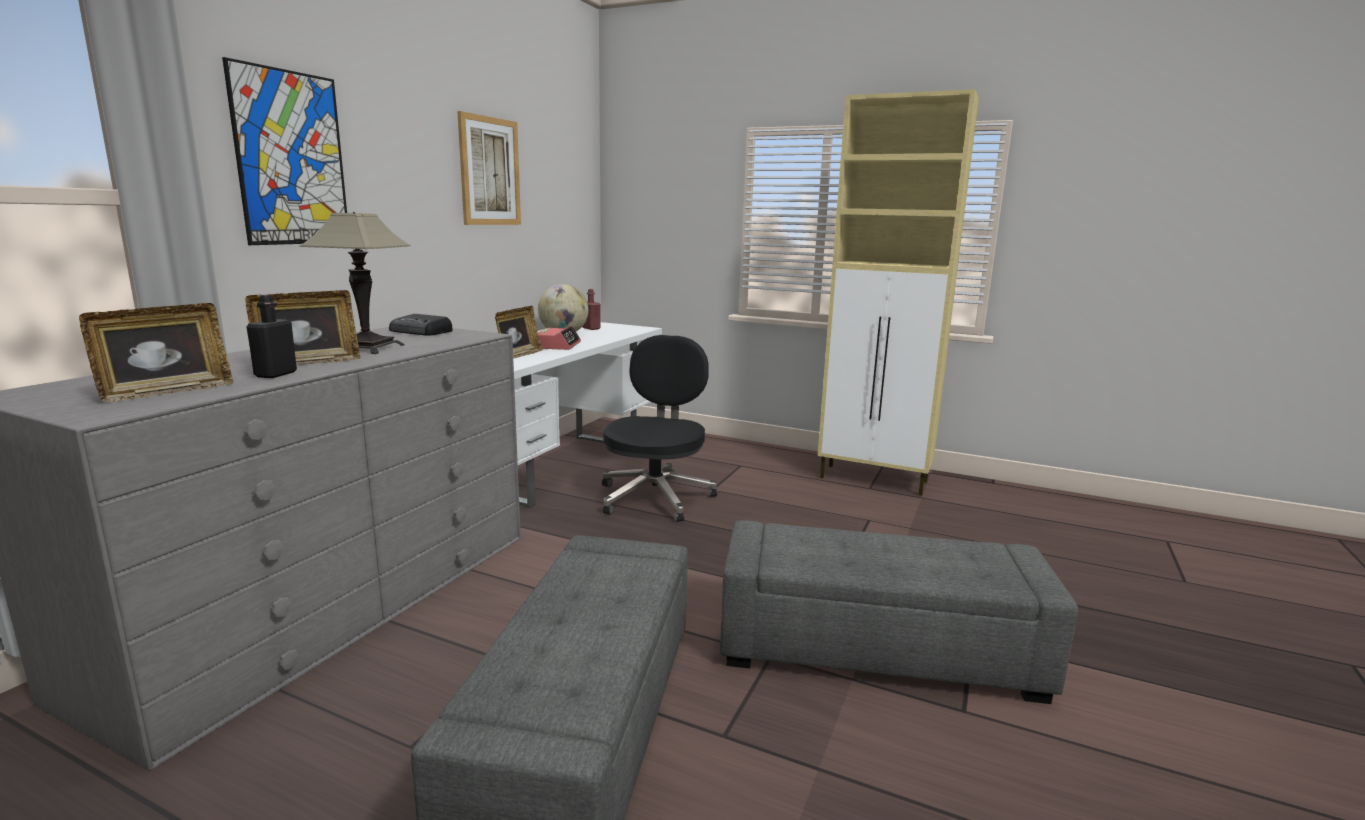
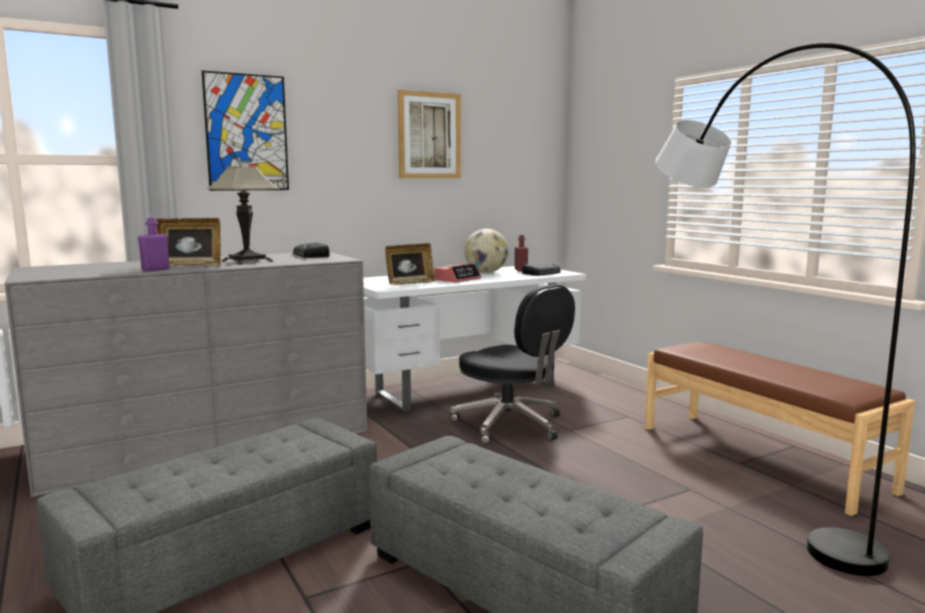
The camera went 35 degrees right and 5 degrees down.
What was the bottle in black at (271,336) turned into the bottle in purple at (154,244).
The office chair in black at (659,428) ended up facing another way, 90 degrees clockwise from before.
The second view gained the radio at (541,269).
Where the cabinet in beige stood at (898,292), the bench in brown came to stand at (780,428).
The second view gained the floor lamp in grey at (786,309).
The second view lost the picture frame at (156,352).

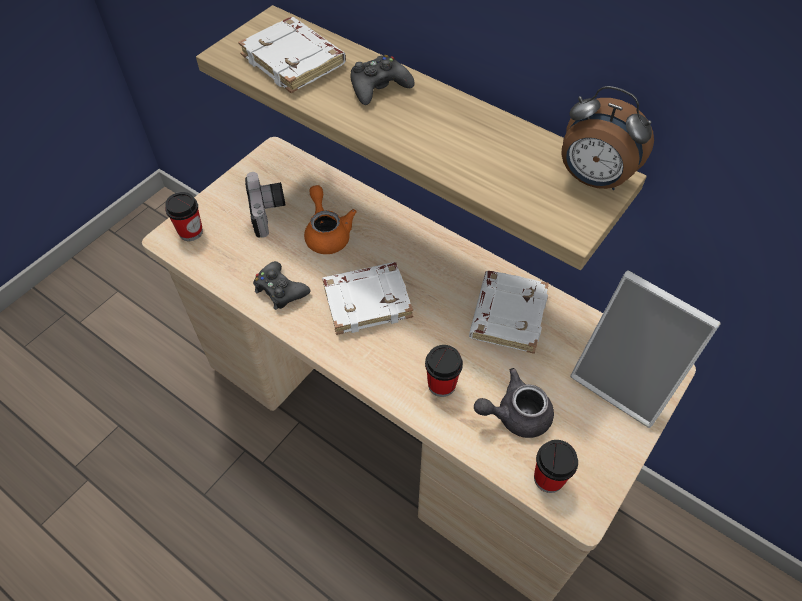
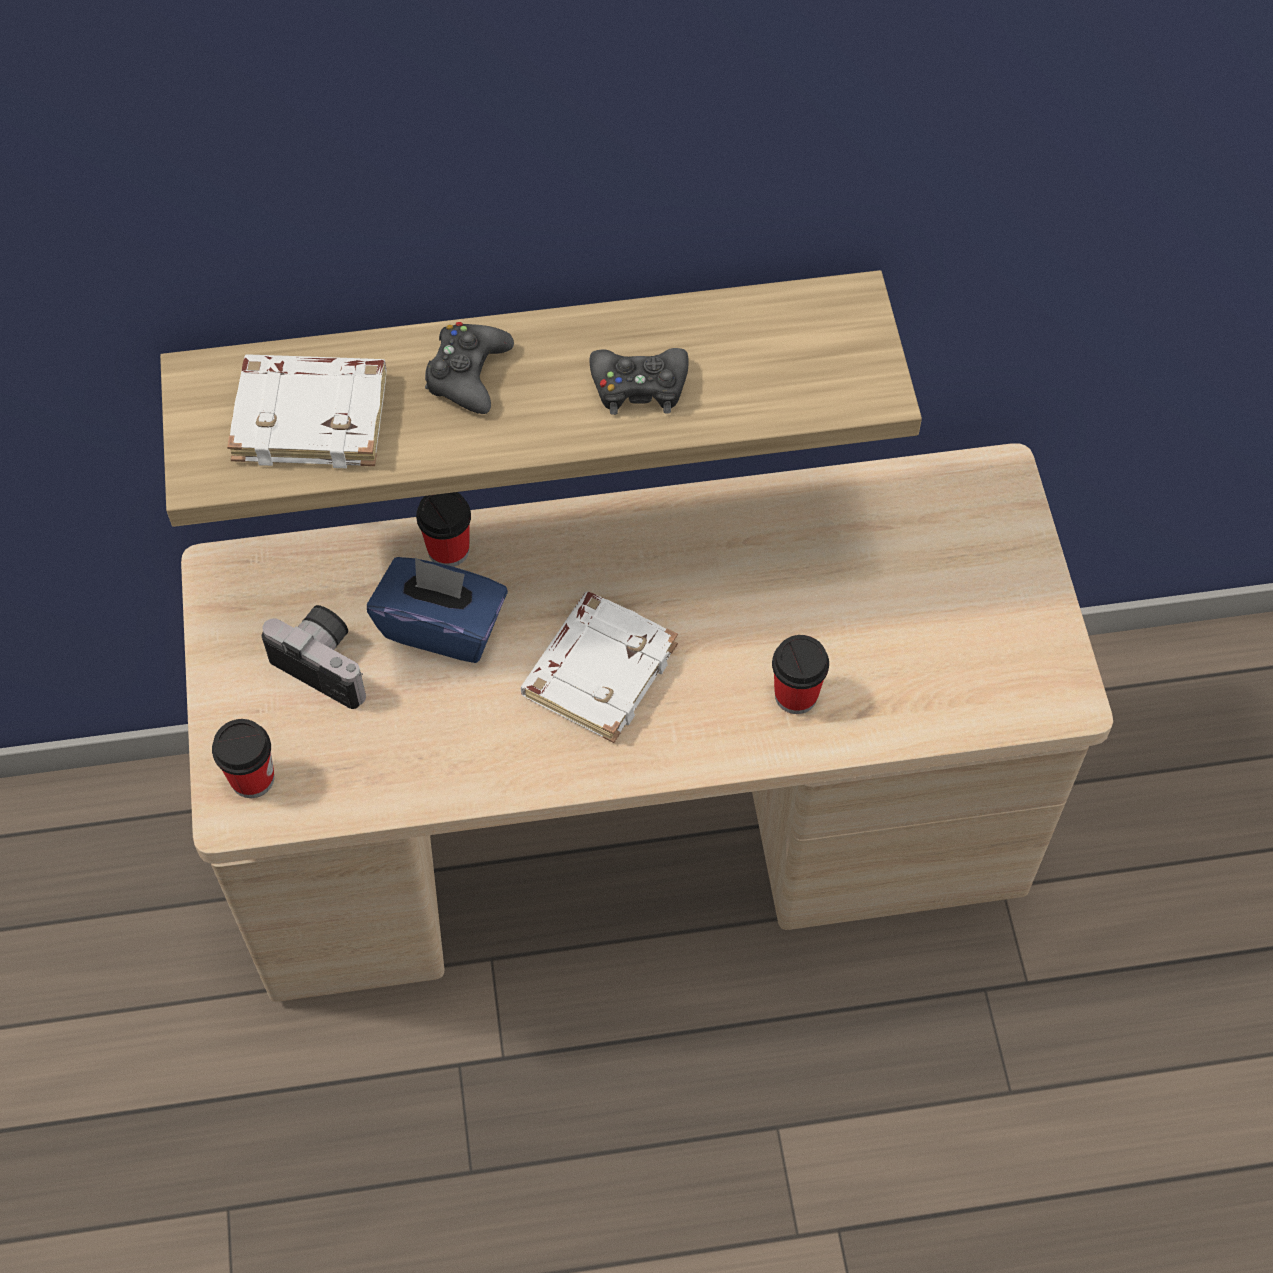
The camera went 45 degrees left and 5 degrees up.
Where the teapot in orange stood at (330,219), the tissue box in blue came to stand at (437,610).
The cup ended up elsewhere, having gone from (556,466) to (443,529).
The game controller in black ended up elsewhere, having gone from (281,285) to (639,381).
The second view lost the book in white at (509,312).
The second view lost the teapot in grey at (514,403).
The second view lost the alarm clock at (607,138).
The second view lost the picture frame at (645,349).

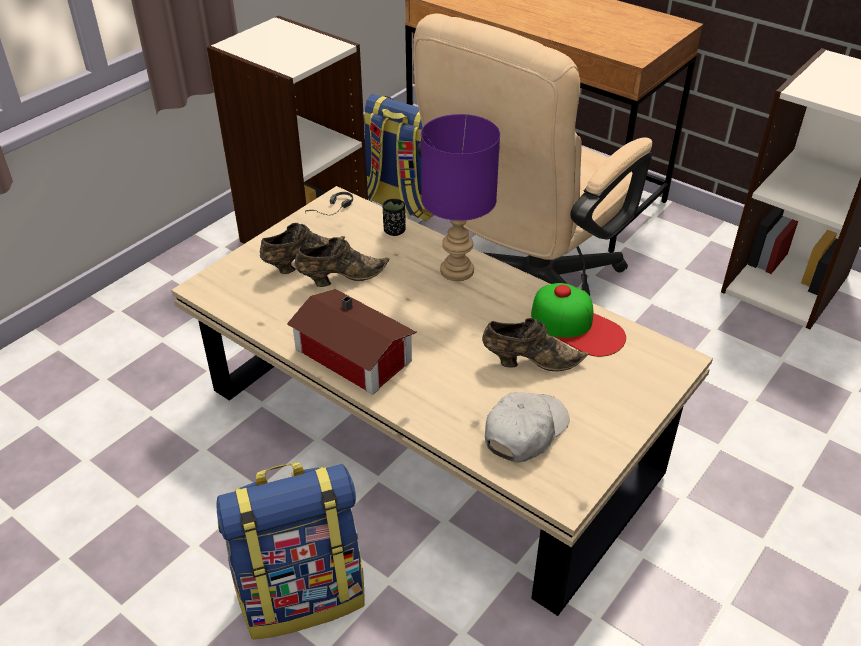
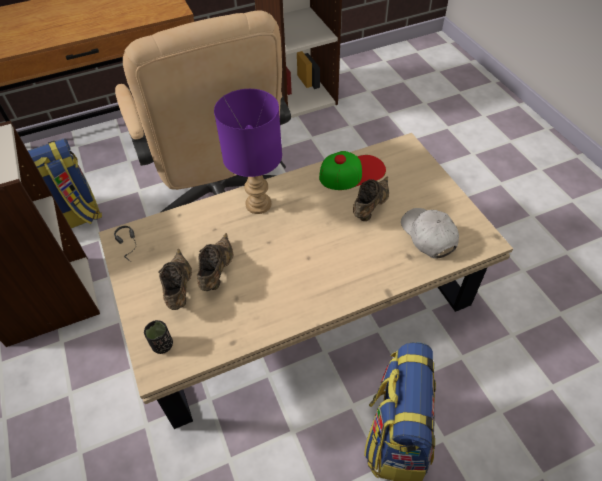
The camera went 60 degrees left and 10 degrees up.
The cup in black ended up elsewhere, having gone from (394,217) to (158,337).
The second view lost the toy house at (351,342).

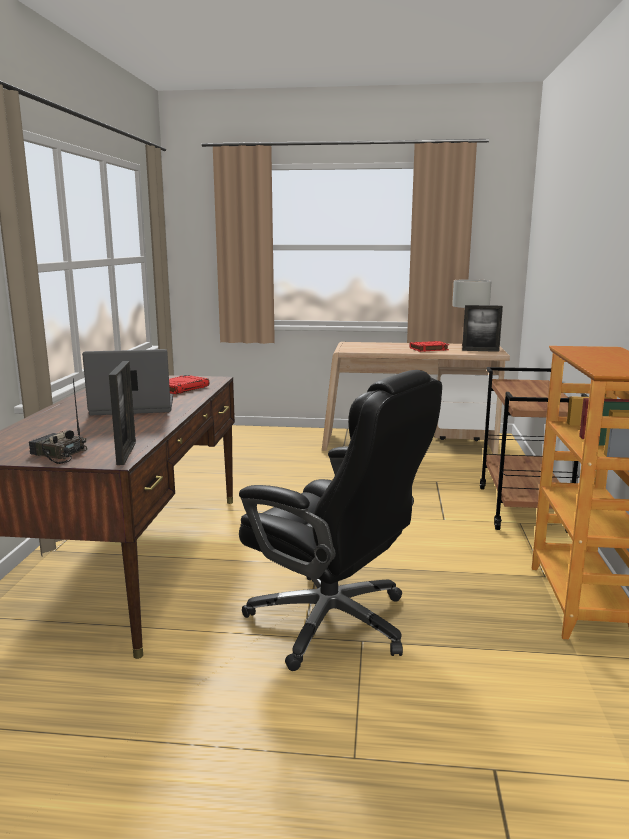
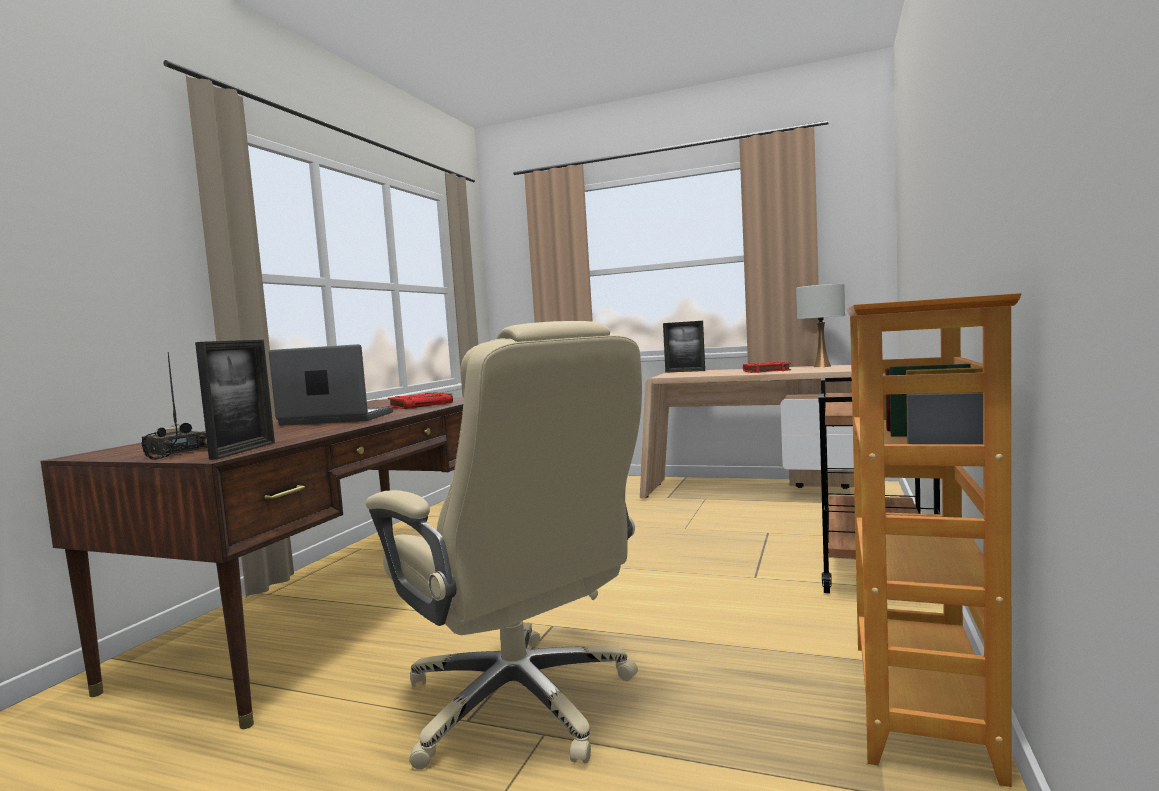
The camera went 15 degrees right and 10 degrees down.
What was the office chair in black at (340,520) turned into the office chair in beige at (504,545).
The picture frame ended up elsewhere, having gone from (482,328) to (684,347).

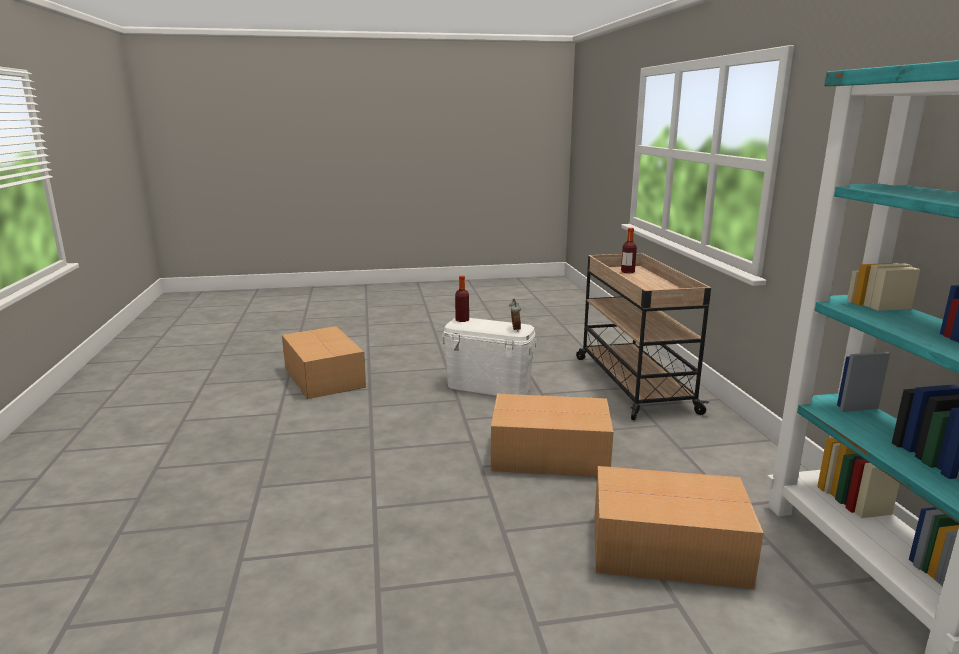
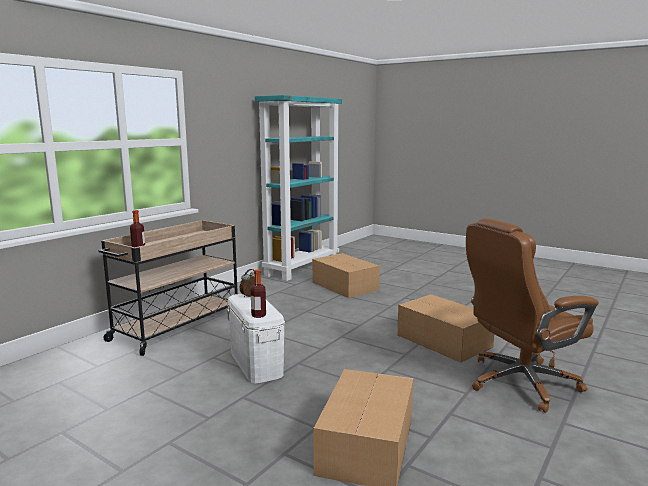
The camera went 135 degrees left and 5 degrees down.
The cardboard box ended up elsewhere, having gone from (552,435) to (445,328).
The second view gained the office chair in brown at (532,315).

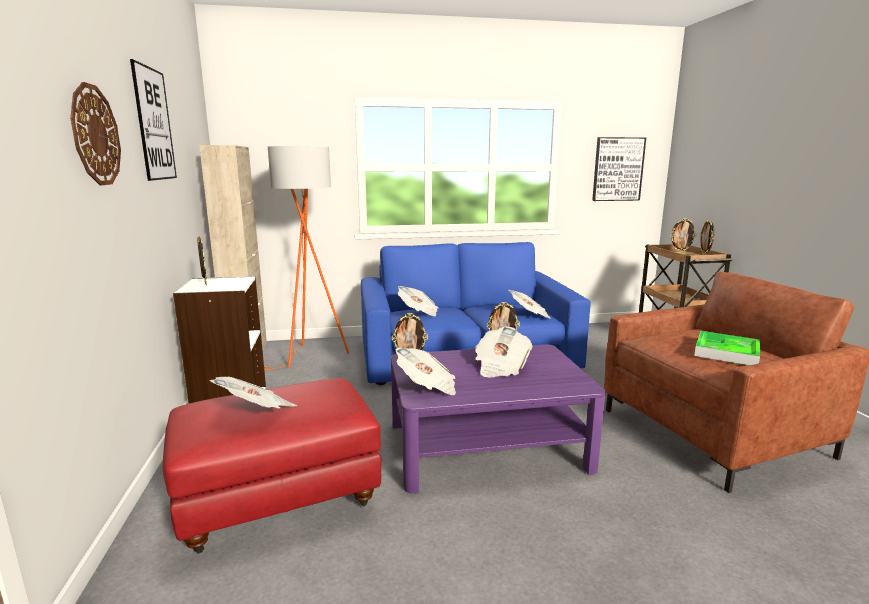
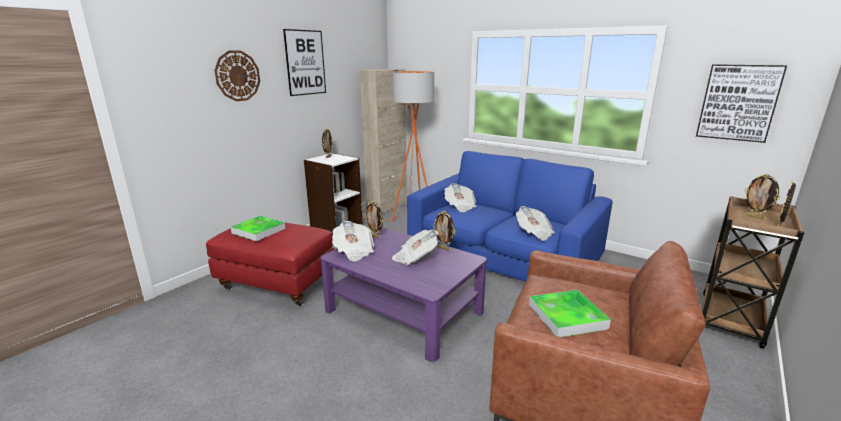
The camera went 45 degrees right and 5 degrees up.
Where the newspaper stood at (253,392), the tray came to stand at (258,228).

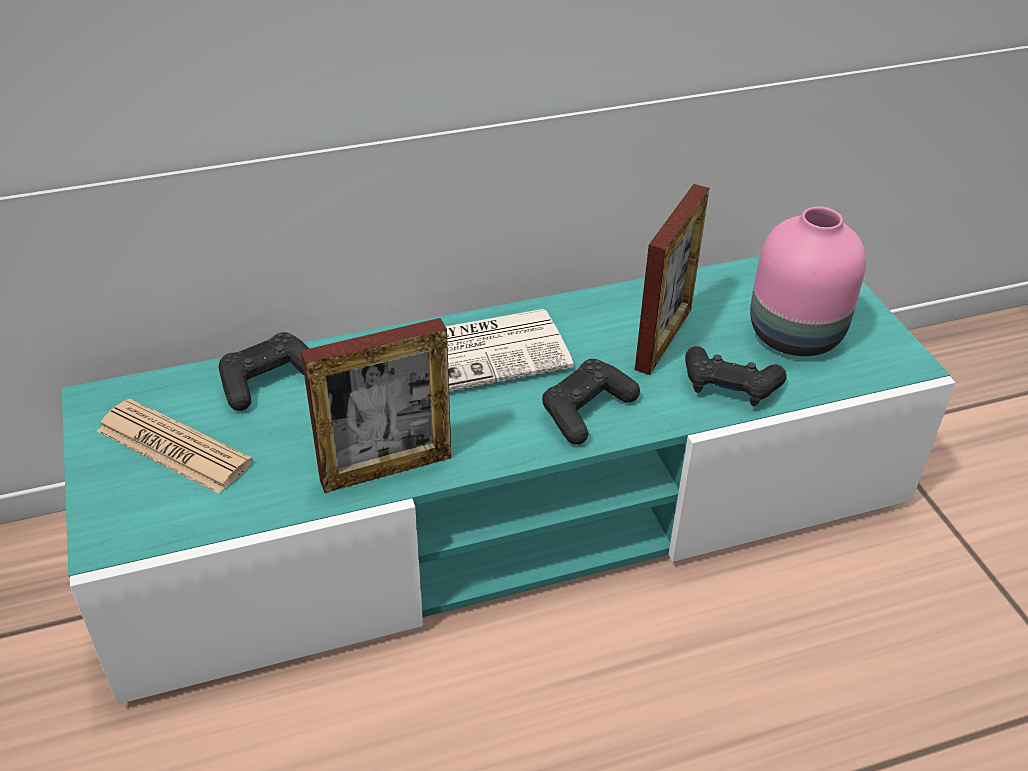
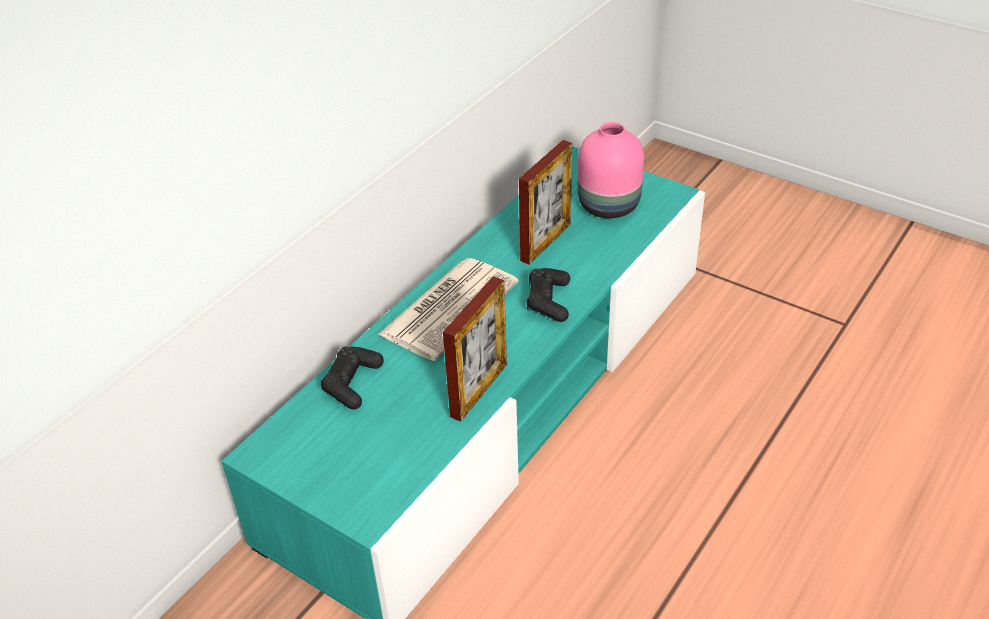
The camera went 35 degrees left and 0 degrees up.
The picture frame at (672,279) ended up facing another way, 45 degrees clockwise from before.
The second view lost the newspaper at (174,446).
The second view lost the game controller in black at (735,376).

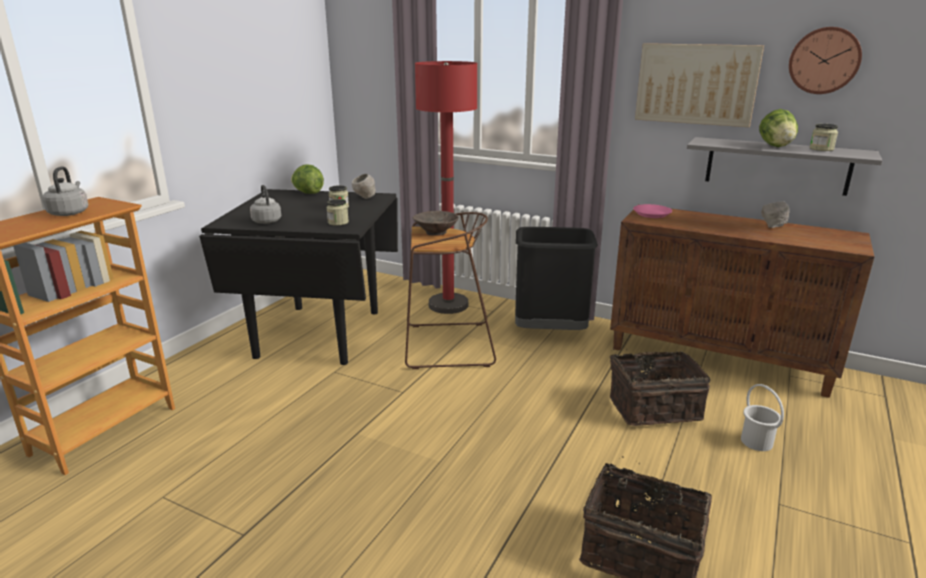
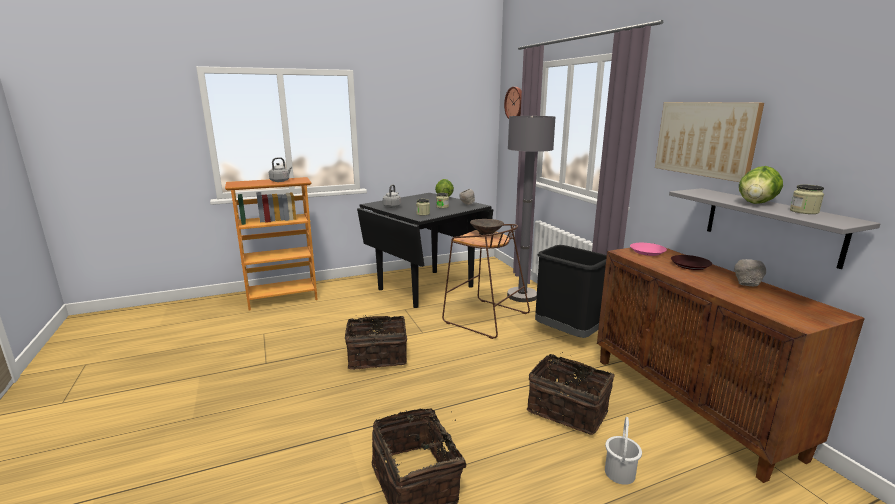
The camera went 40 degrees right and 5 degrees down.
The second view gained the basket at (376,343).
The wall clock ended up elsewhere, having gone from (825,60) to (513,103).
What was the floor lamp in red at (446,187) turned into the floor lamp in grey at (531,209).
The second view gained the plate in brown at (691,262).

